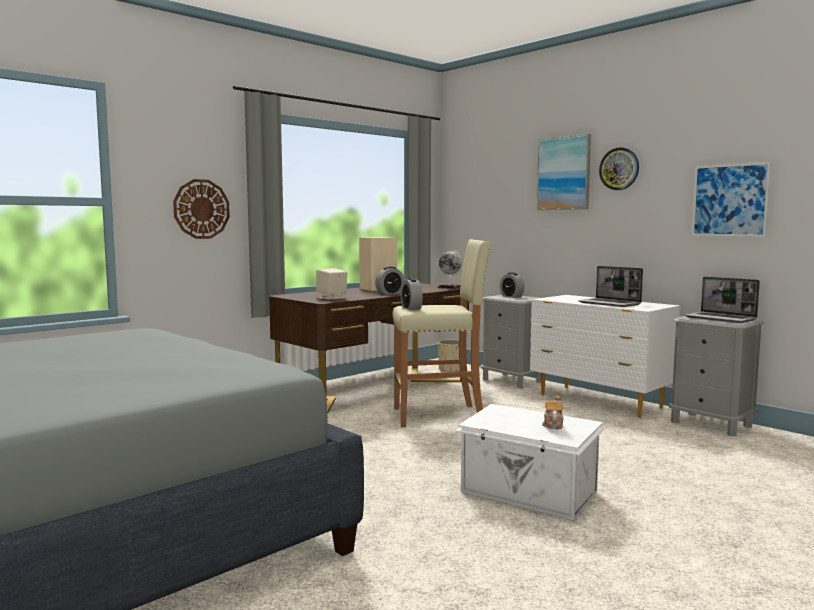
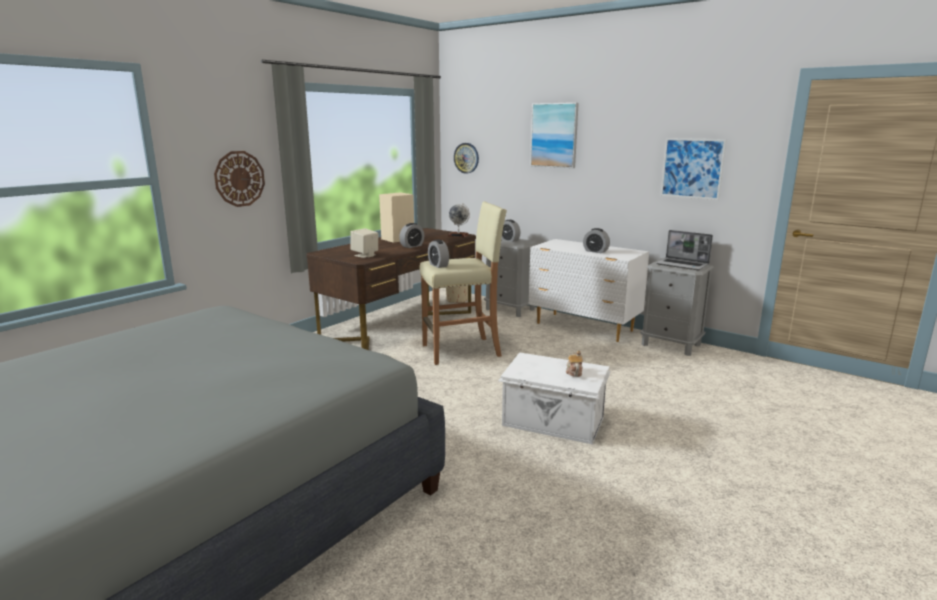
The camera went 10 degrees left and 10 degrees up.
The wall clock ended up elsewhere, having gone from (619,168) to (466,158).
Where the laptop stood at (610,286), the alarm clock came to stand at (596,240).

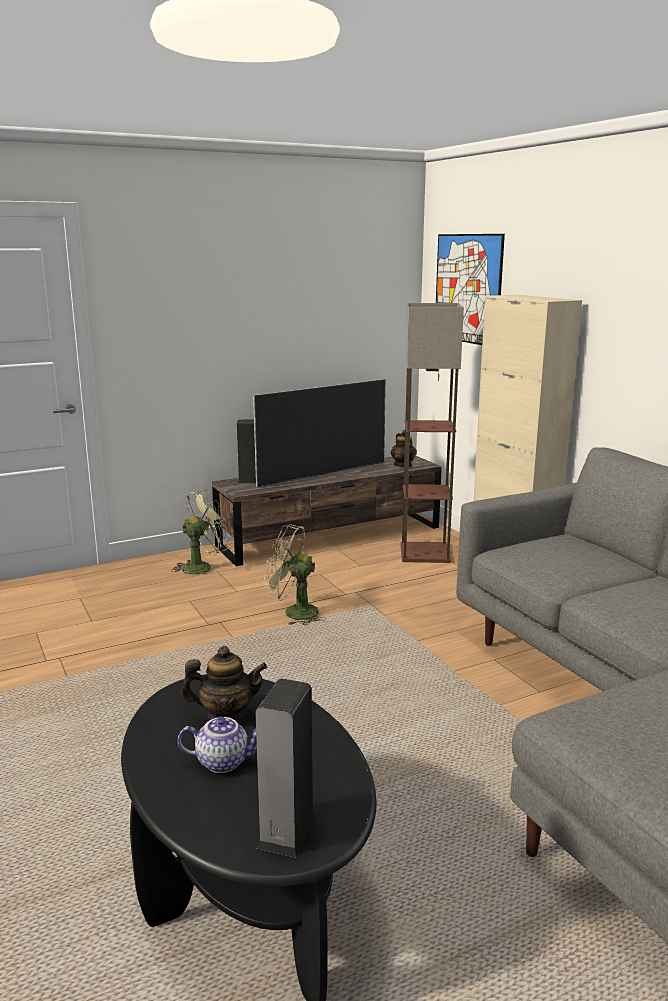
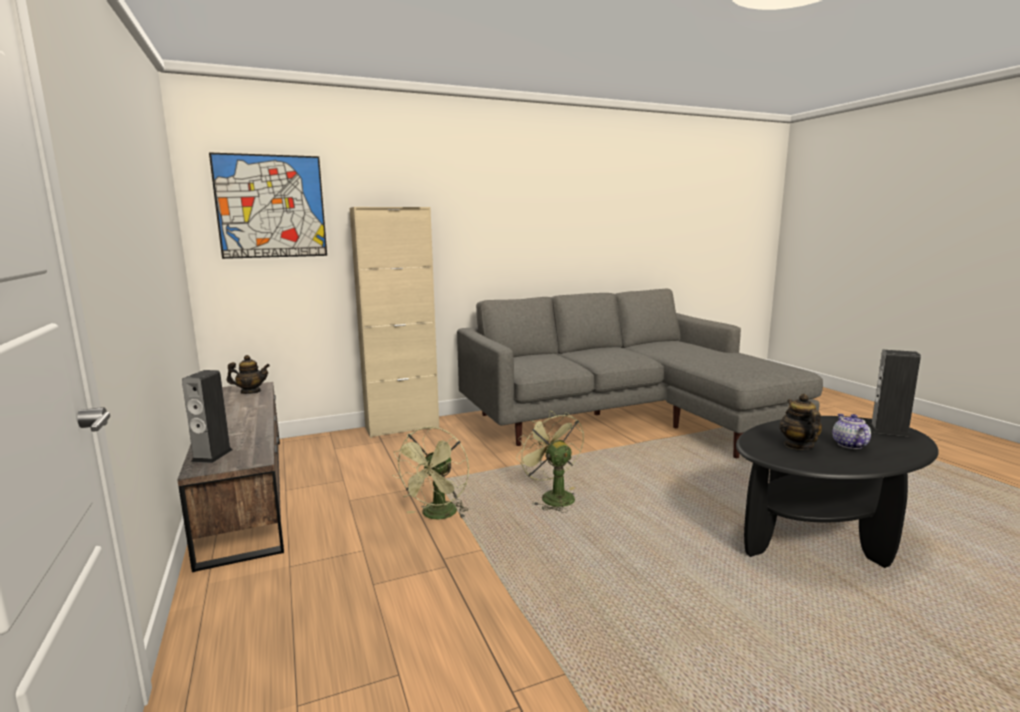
The camera went 85 degrees left and 5 degrees down.
The fan in green ended up elsewhere, having gone from (200,532) to (550,461).
The second view lost the television at (319,433).
The second view lost the floor lamp at (432,433).

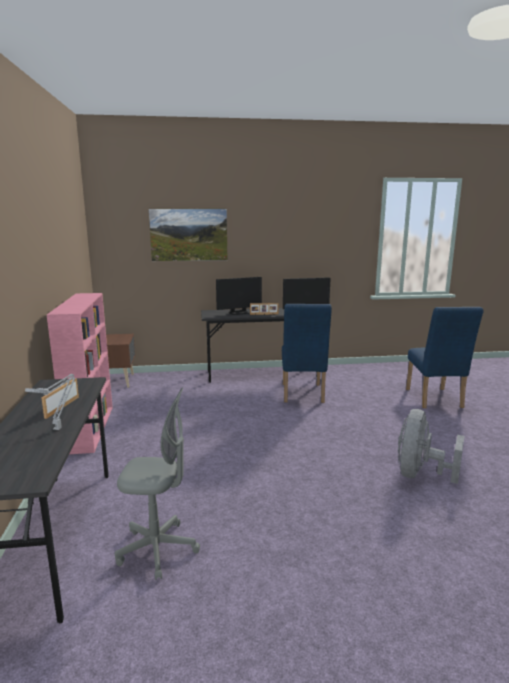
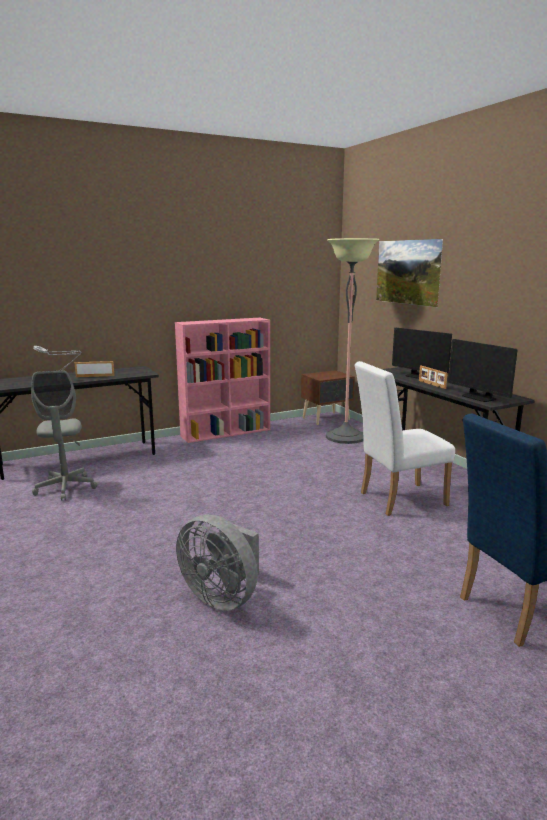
The camera went 70 degrees right and 0 degrees up.
The fan in grey at (431,446) ended up facing another way, 150 degrees counterclockwise from before.
The second view gained the floor lamp at (352,341).
What was the chair in blue at (307,353) turned into the chair in white at (405,438).

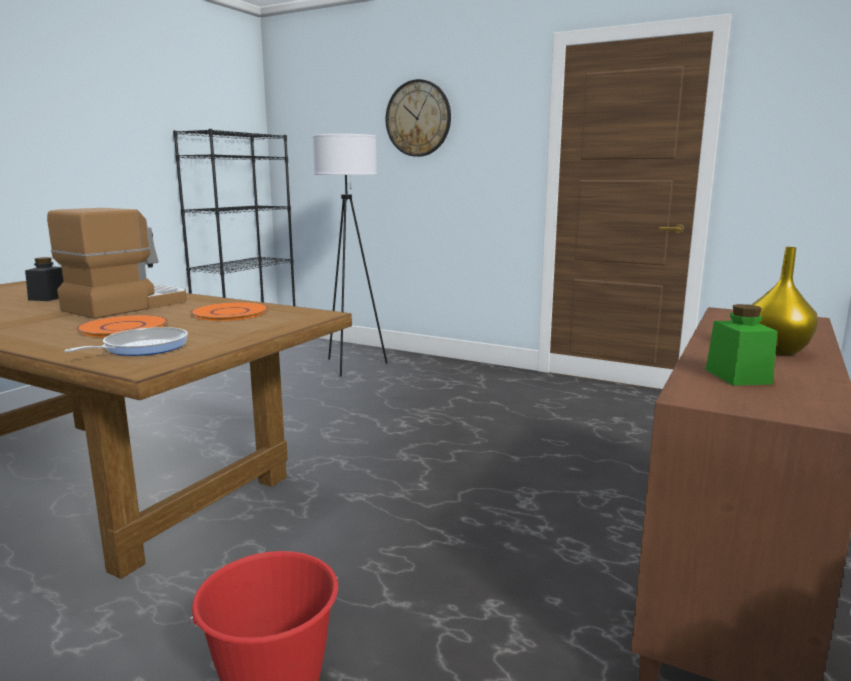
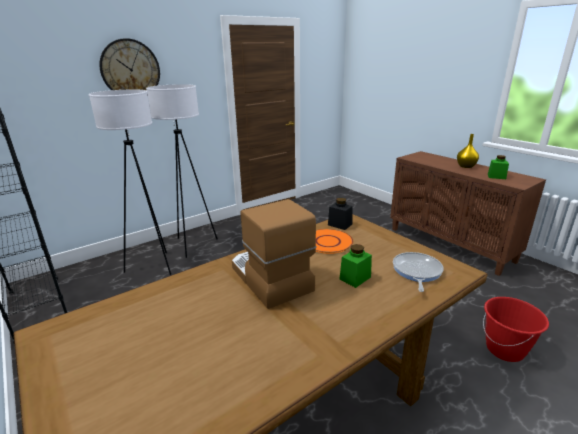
The camera went 65 degrees left and 10 degrees up.
The second view gained the floor lamp in white at (182,171).
The jar in black ended up elsewhere, having gone from (44,279) to (340,214).
Where the plate in orange stood at (122,326), the jar in green came to stand at (355,266).
The frying pan at (126,341) ended up facing another way, 45 degrees clockwise from before.

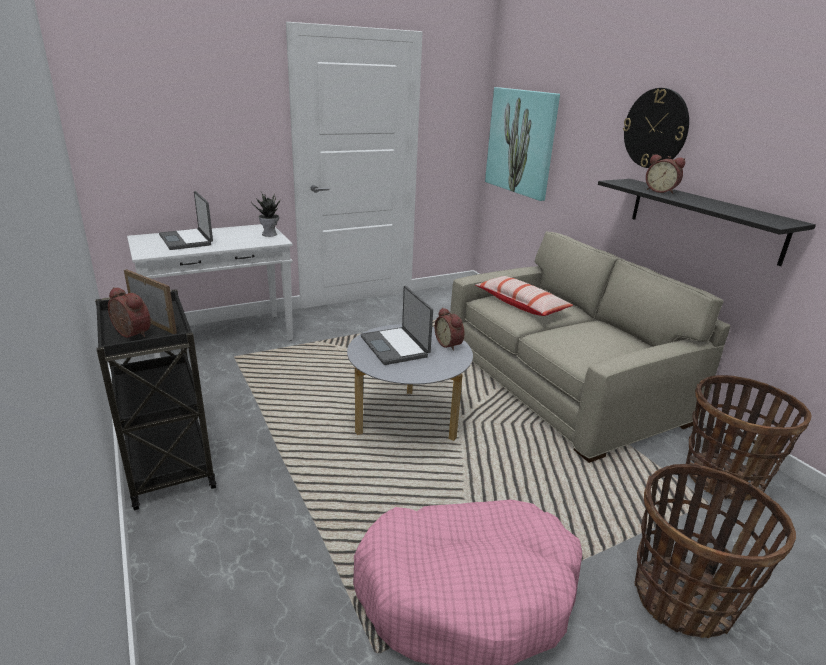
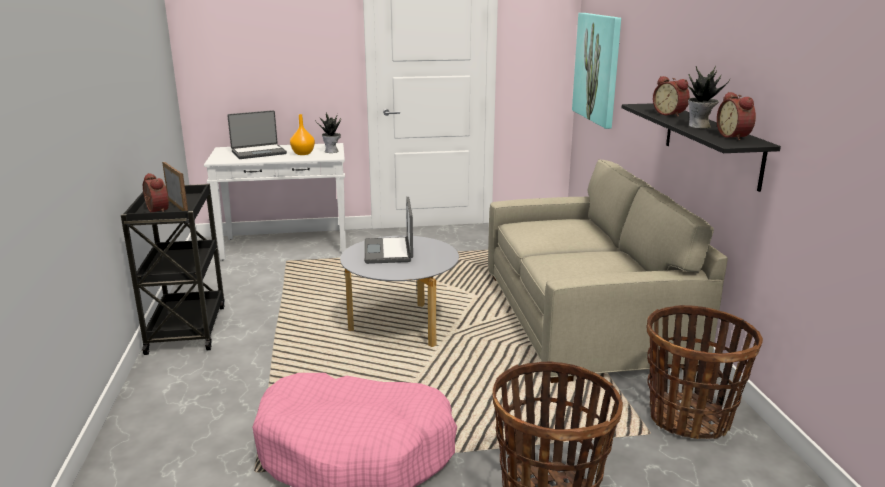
The camera went 20 degrees right and 5 degrees down.
The laptop at (186,220) ended up facing another way, 105 degrees counterclockwise from before.
The second view gained the vase in orange at (302,134).
The second view gained the potted plant at (708,96).
The alarm clock ended up elsewhere, having gone from (449,329) to (736,116).
The second view lost the pillow at (524,296).
The second view lost the wall clock at (656,128).

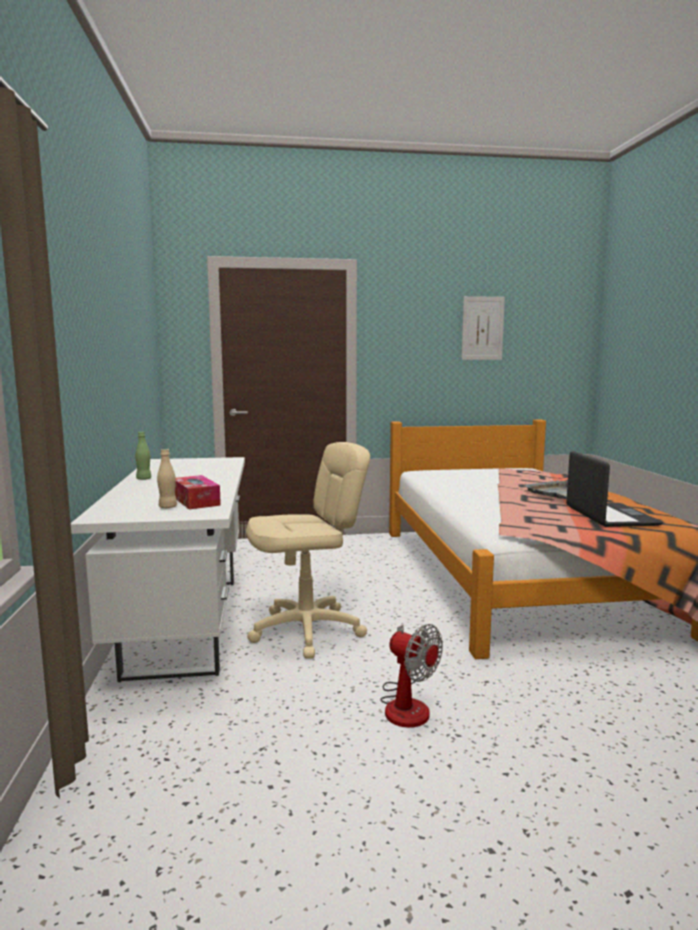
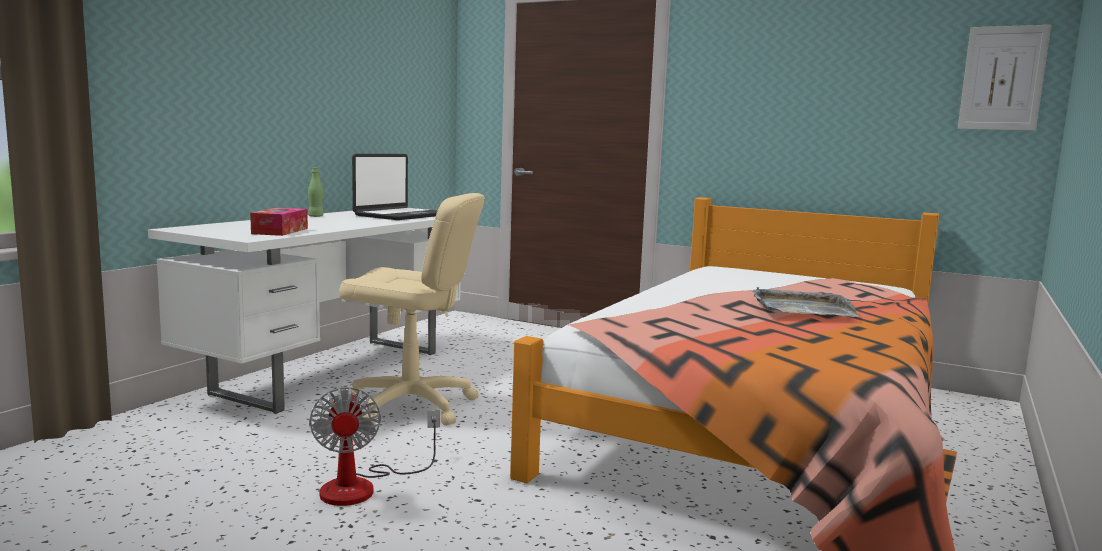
The camera went 35 degrees right and 0 degrees up.
The laptop ended up elsewhere, having gone from (614,489) to (395,187).
The picture ended up elsewhere, having gone from (483,328) to (1004,78).
The second view lost the bottle in beige at (167,478).

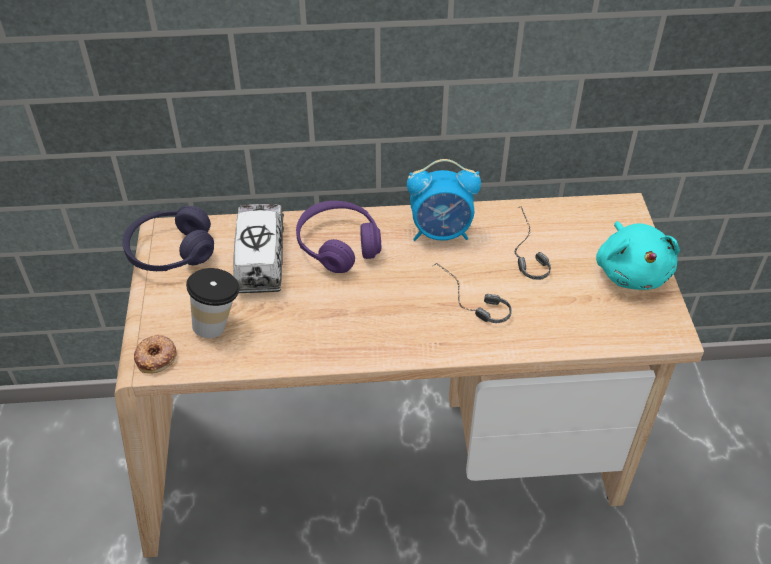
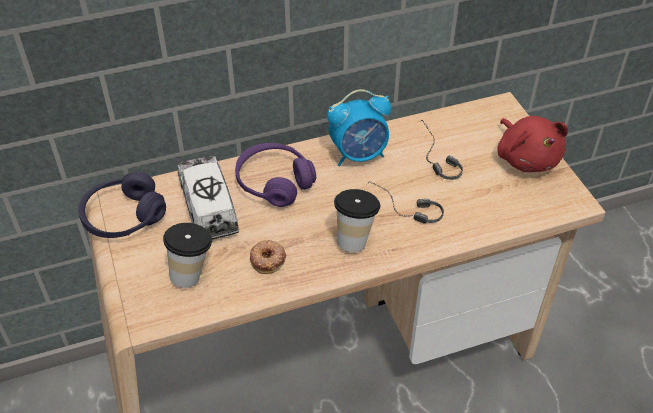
The camera went 15 degrees left and 0 degrees up.
The donut ended up elsewhere, having gone from (155,354) to (268,257).
The second view gained the cup at (357,220).
What was the plush toy in turquoise at (638,255) turned into the plush toy in red at (532,144).

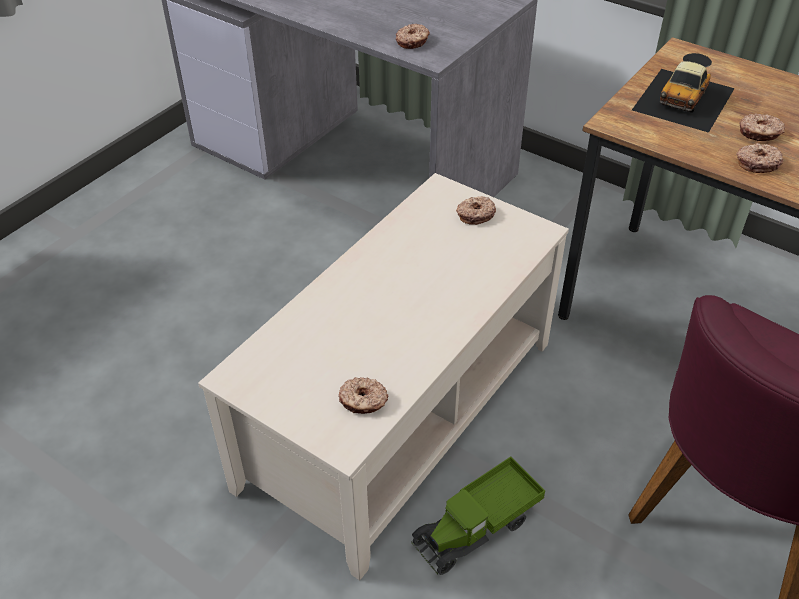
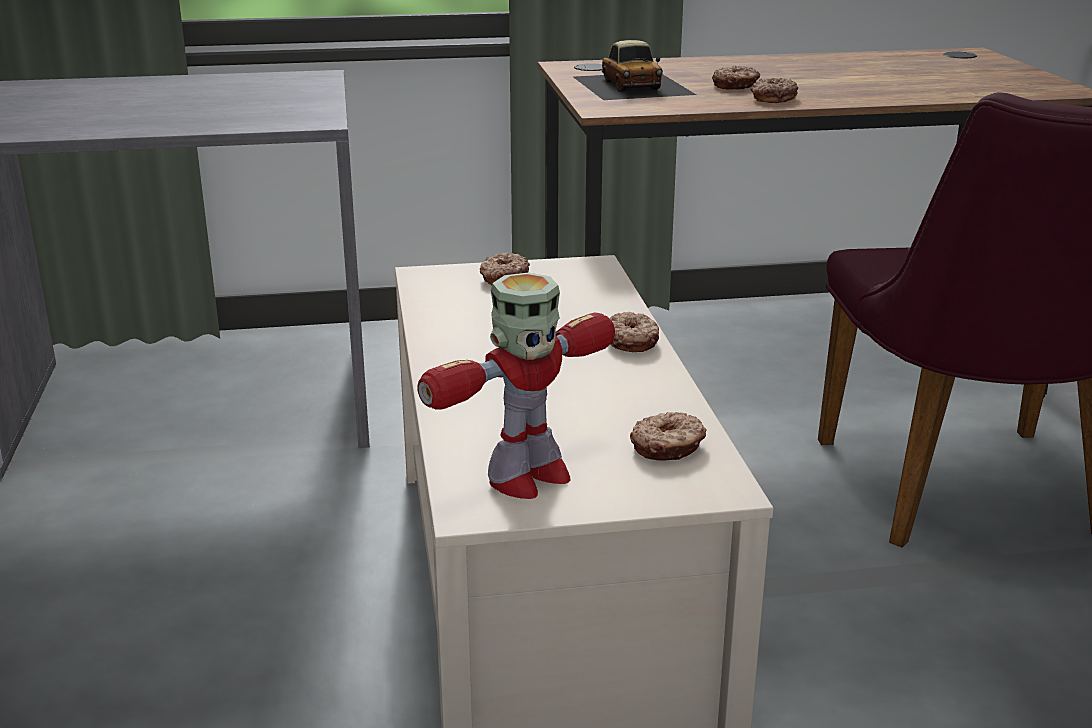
The camera went 45 degrees left and 20 degrees down.
The second view gained the toy robot at (516,386).
The donut ended up elsewhere, having gone from (412,36) to (634,332).
The second view lost the toy truck at (478,516).

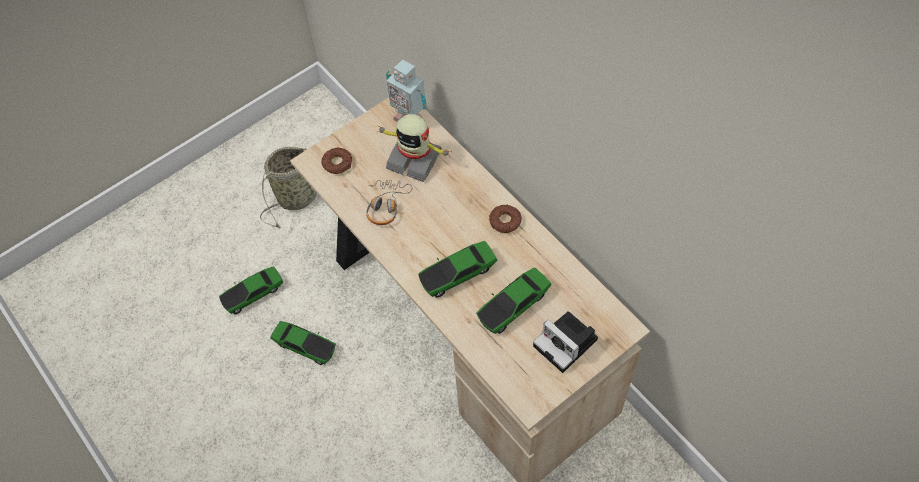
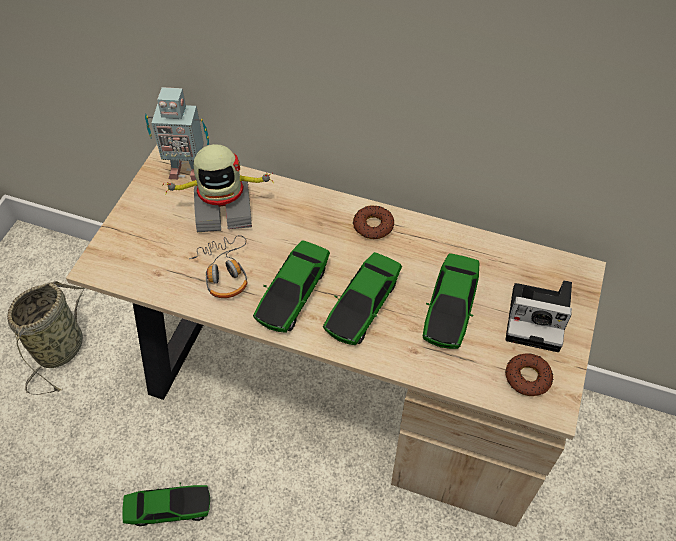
The camera went 35 degrees left and 5 degrees down.
The toy car ended up elsewhere, having gone from (251,290) to (291,286).
The donut ended up elsewhere, having gone from (336,161) to (529,374).

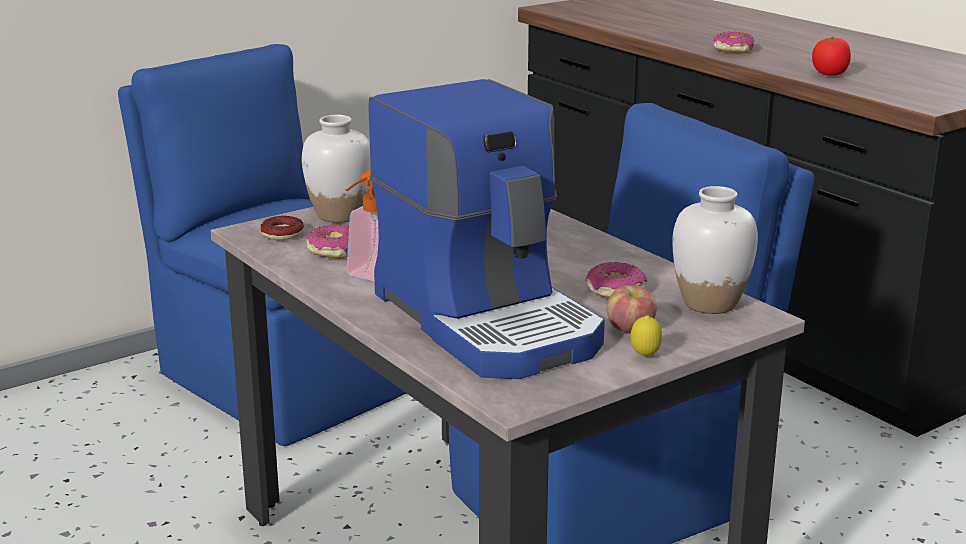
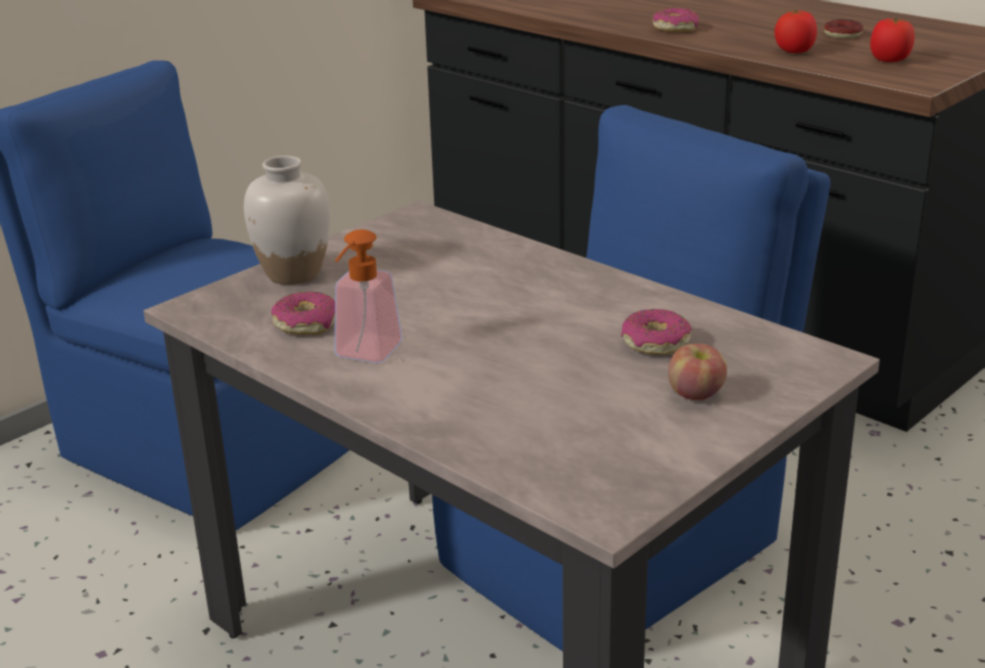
The camera went 10 degrees left and 5 degrees up.
The donut ended up elsewhere, having gone from (282,228) to (843,29).
The second view gained the tomato at (892,40).
The second view lost the coffee machine at (486,229).
The second view lost the lemon at (646,336).
The second view lost the vase in white at (715,250).

